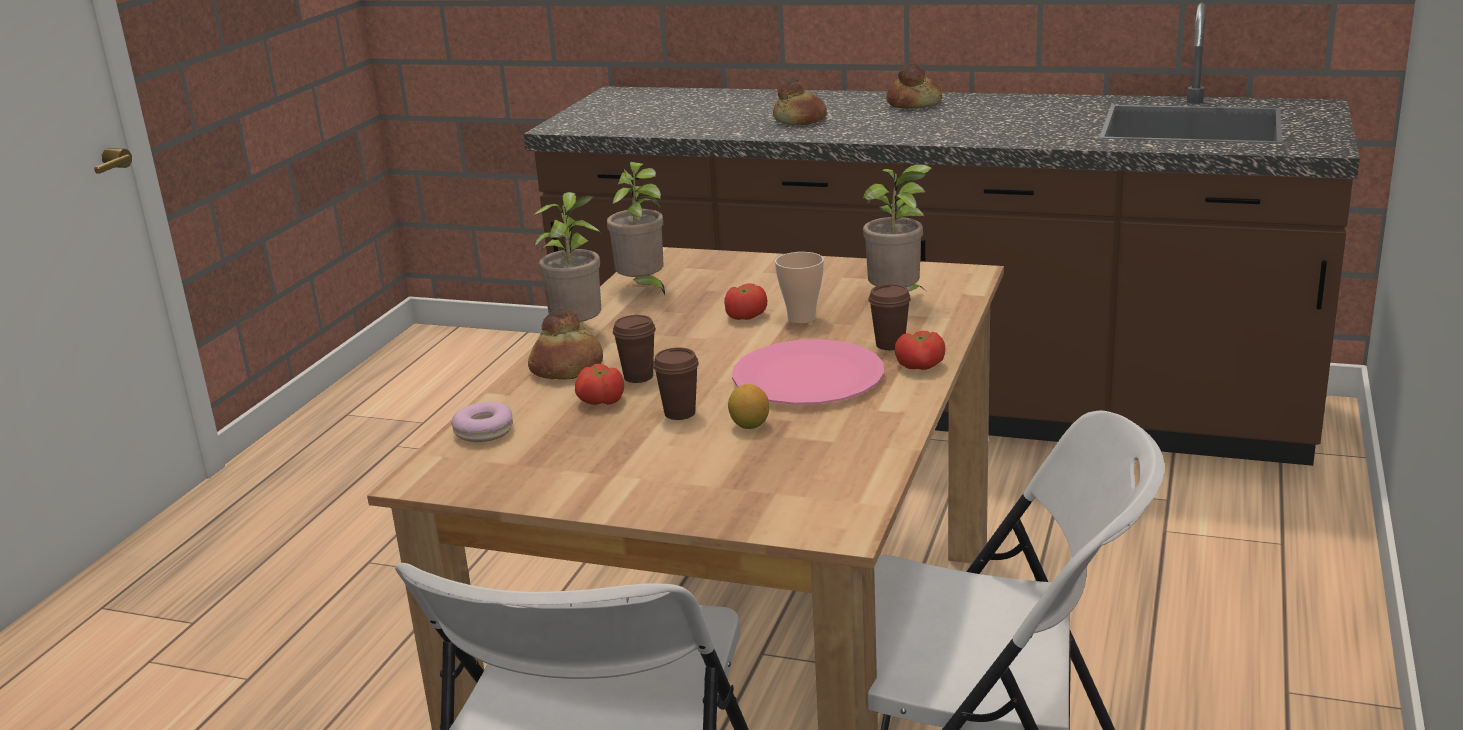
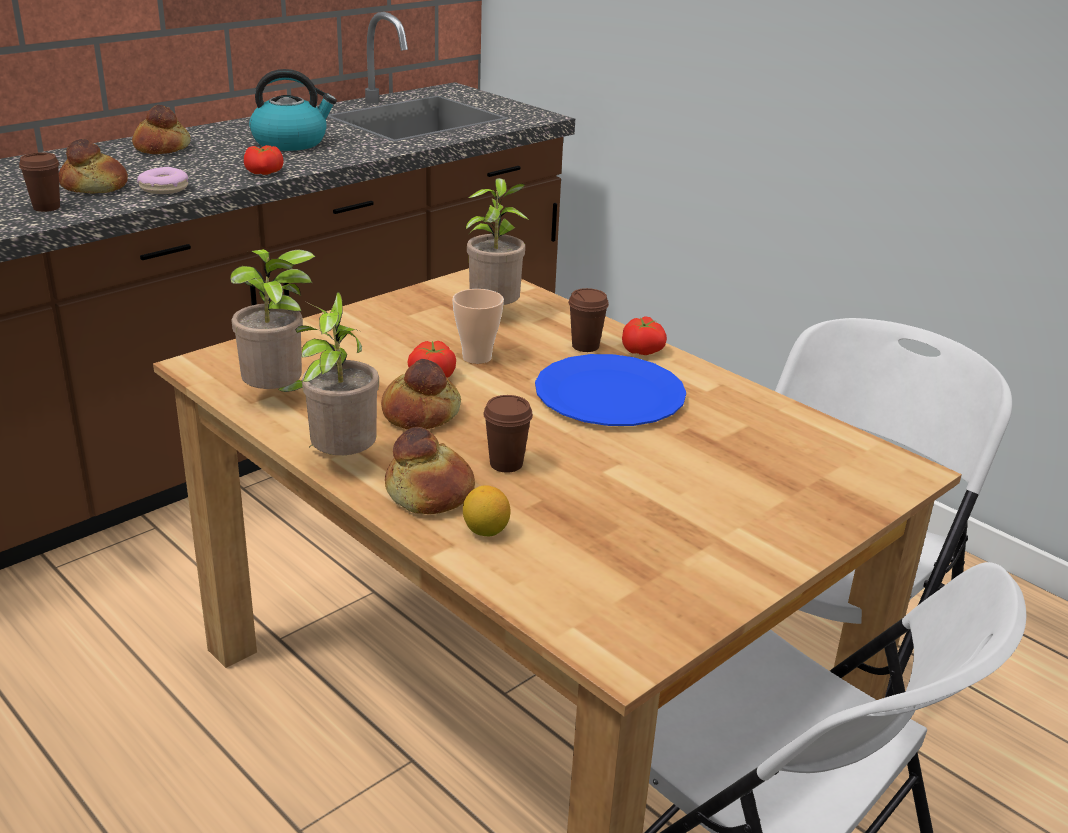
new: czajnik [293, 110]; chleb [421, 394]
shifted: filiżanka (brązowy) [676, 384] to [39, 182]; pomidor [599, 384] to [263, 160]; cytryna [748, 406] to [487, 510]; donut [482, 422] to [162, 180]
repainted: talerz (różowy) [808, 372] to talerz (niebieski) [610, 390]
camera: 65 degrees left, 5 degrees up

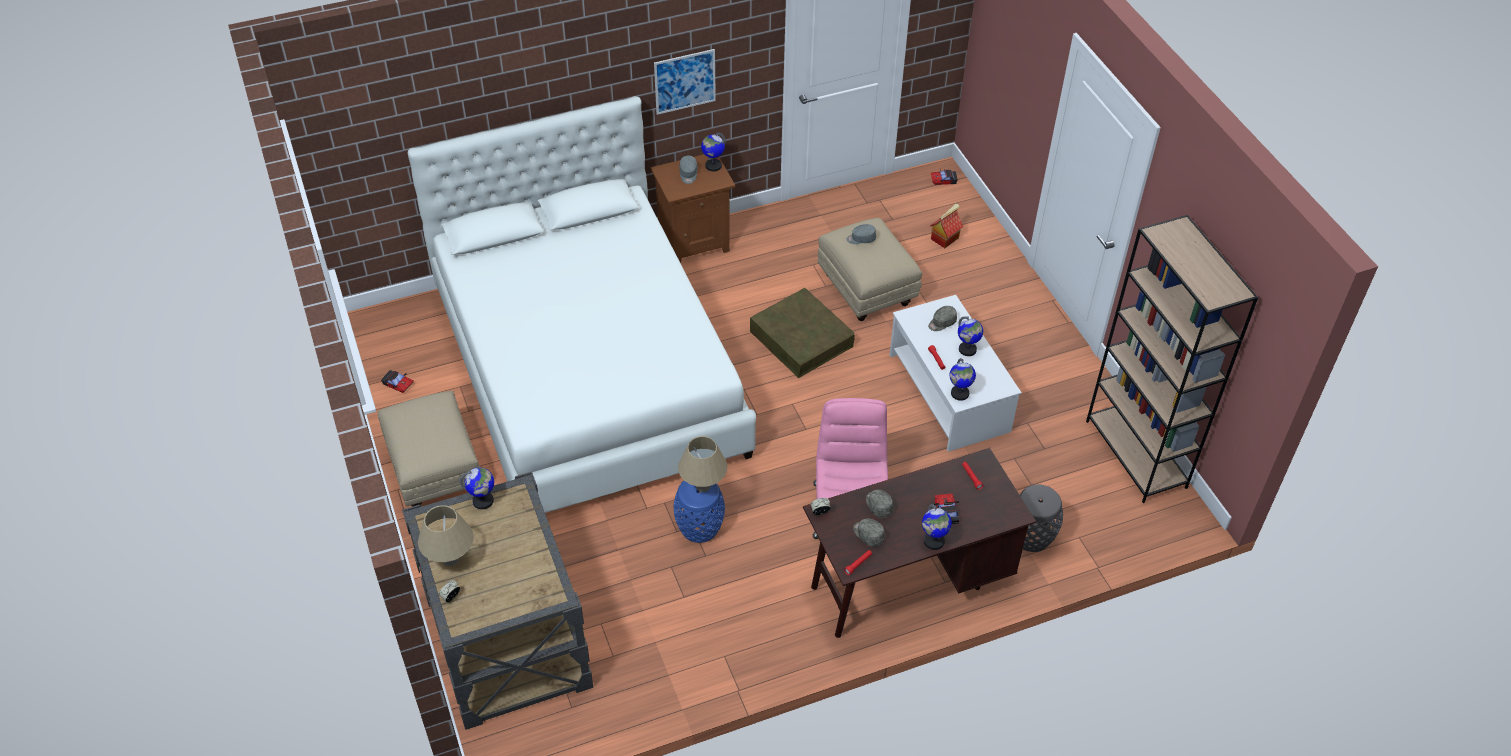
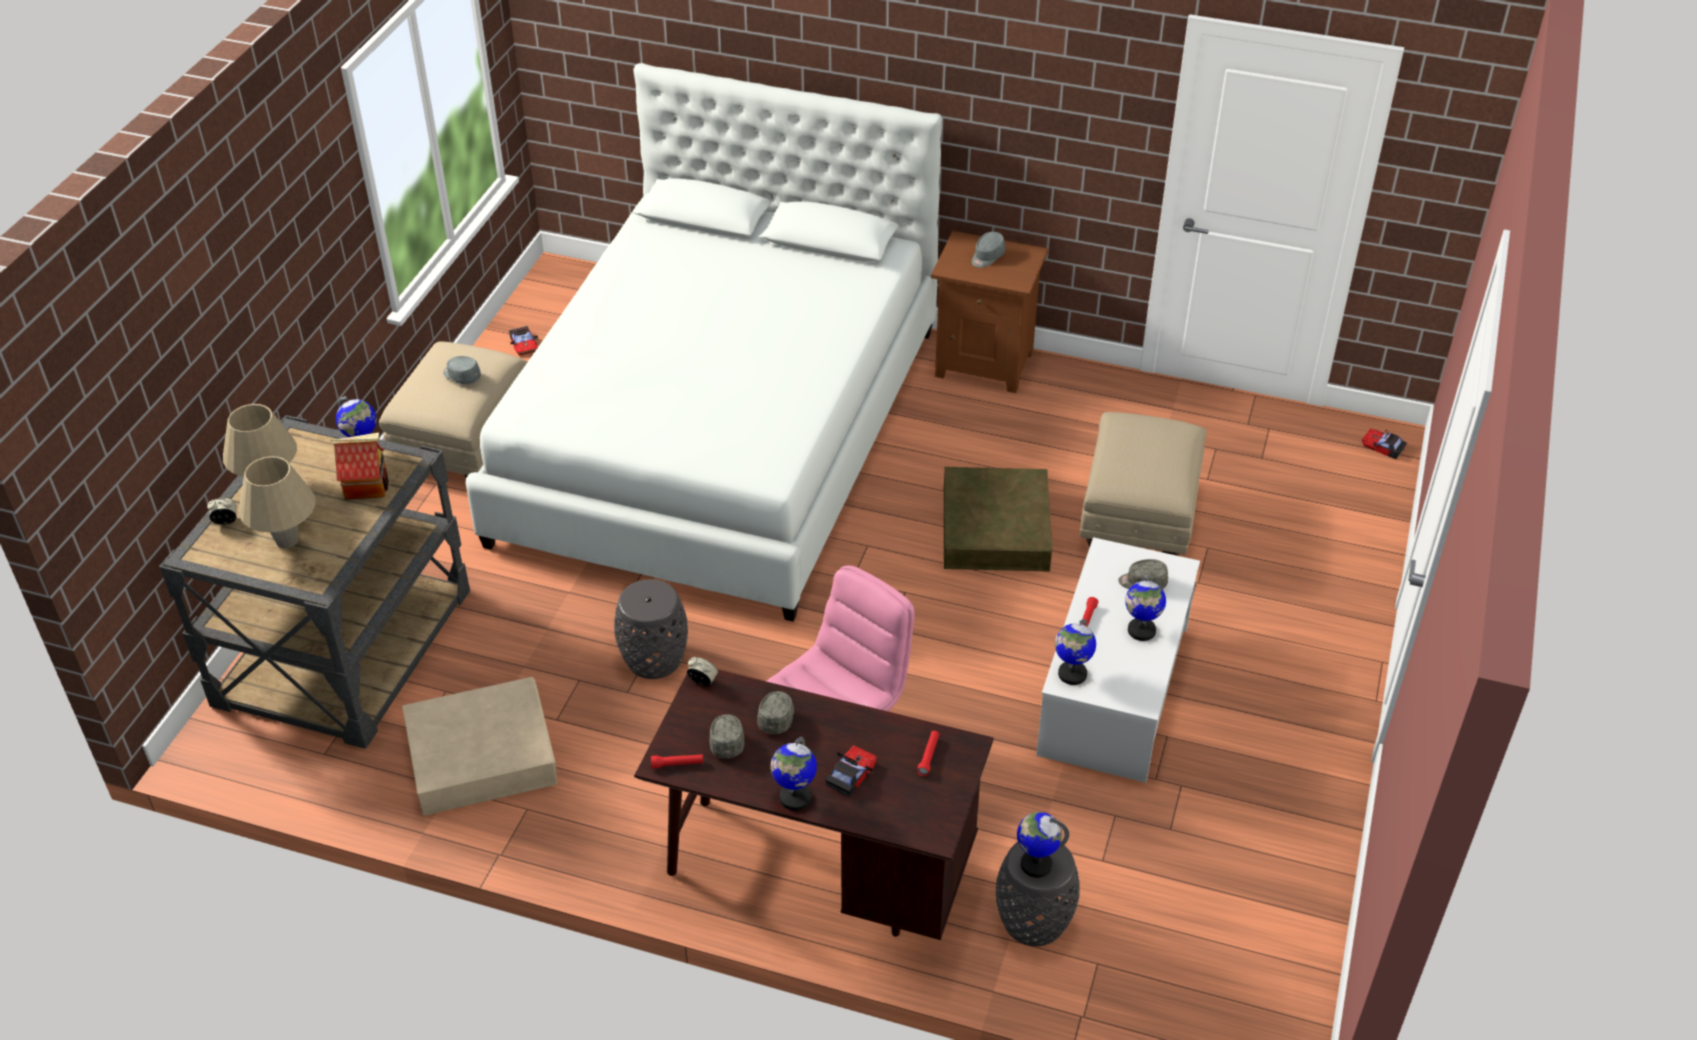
gone: obraz [685, 82]; regał (beżowy) [1172, 359]
new: pojemnik do przechowywania (beżowy) [479, 746]
shifted: globus [713, 152] to [1043, 845]; domek [946, 225] to [360, 466]; czapka z daszkiem (szary) [861, 234] to [462, 370]; lampa stołowa (beżowy) [702, 464] to [277, 502]
repainted: stołek (niebieski) [699, 512] to stołek (szary) [651, 629]
camera: 40 degrees right, 5 degrees down

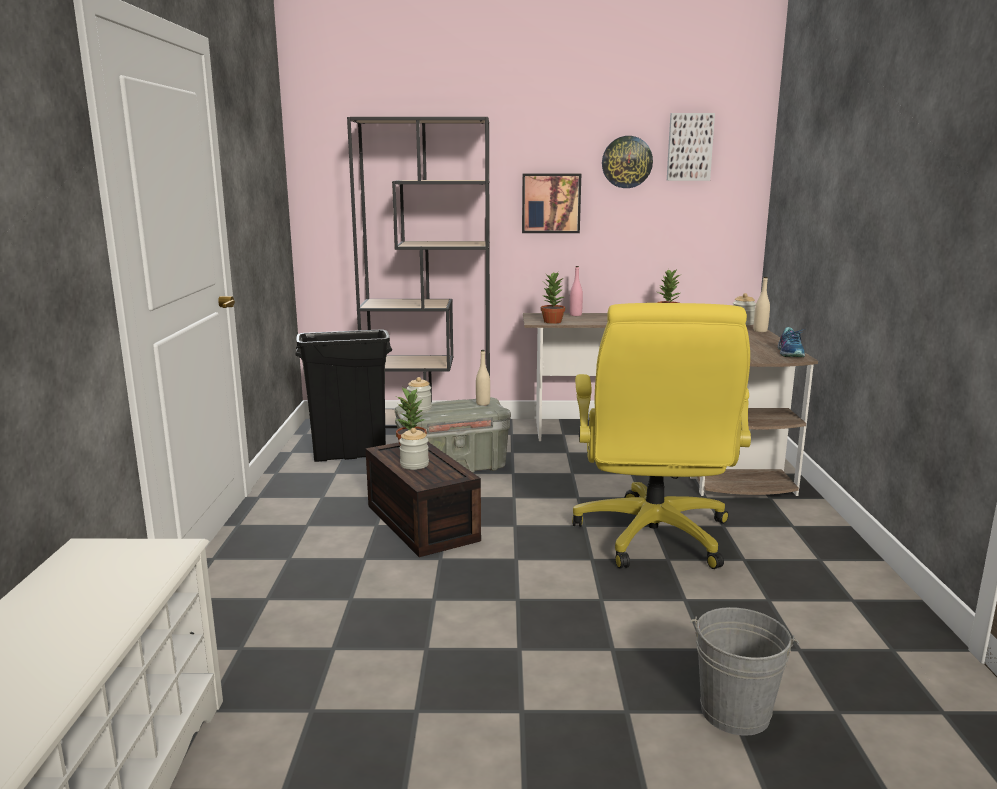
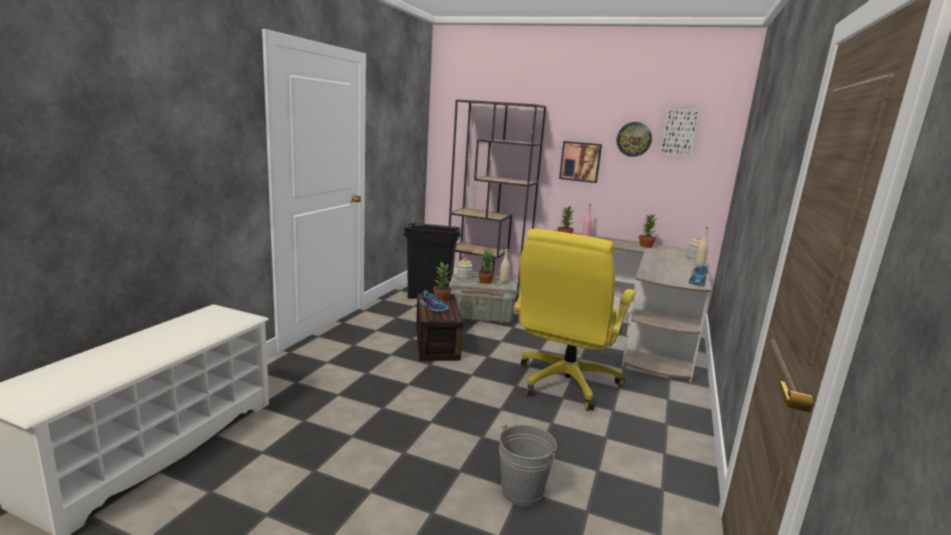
new: roślina doniczkowa [486, 266]
swapped: słoik [414, 449] to but [434, 301]
camera: 20 degrees right, 0 degrees up

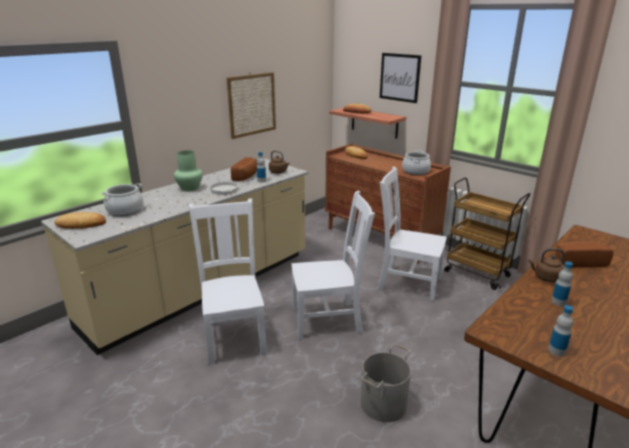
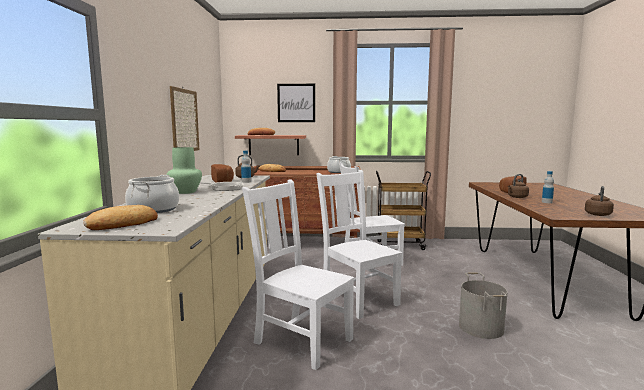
swapped: butelka [560, 330] to czajnik (brązowy) [599, 201]
rotated: krzesło (biały) [333, 264] = [359, 244] 75 degrees counterclockwise
camera: 40 degrees left, 15 degrees down

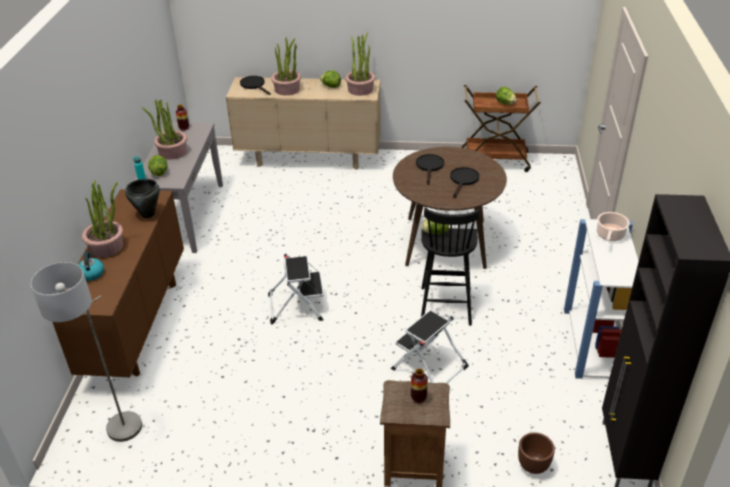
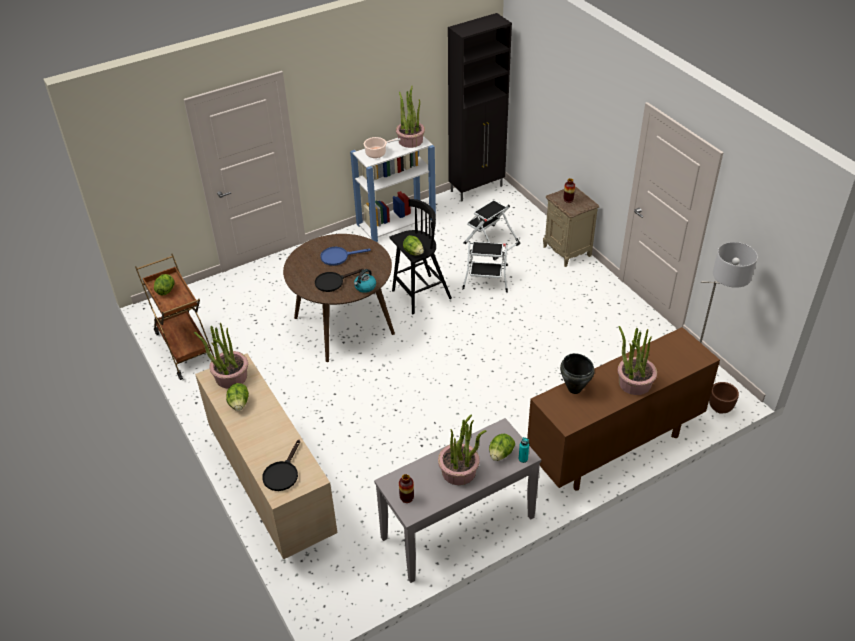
shifted: roślina doniczkowa [286, 66] to [410, 117]; czajnik [91, 266] to [365, 281]; drabinka [296, 289] to [492, 230]; donica (brązowy) [536, 453] to [724, 398]
repainted: patelnia (czarny) [464, 182] to patelnia (niebieski) [346, 256]
camera: 125 degrees left, 5 degrees up

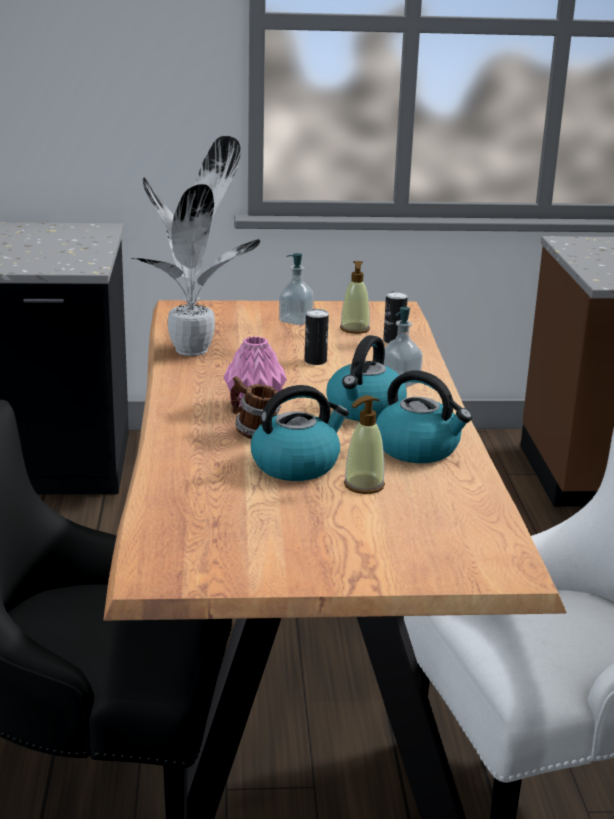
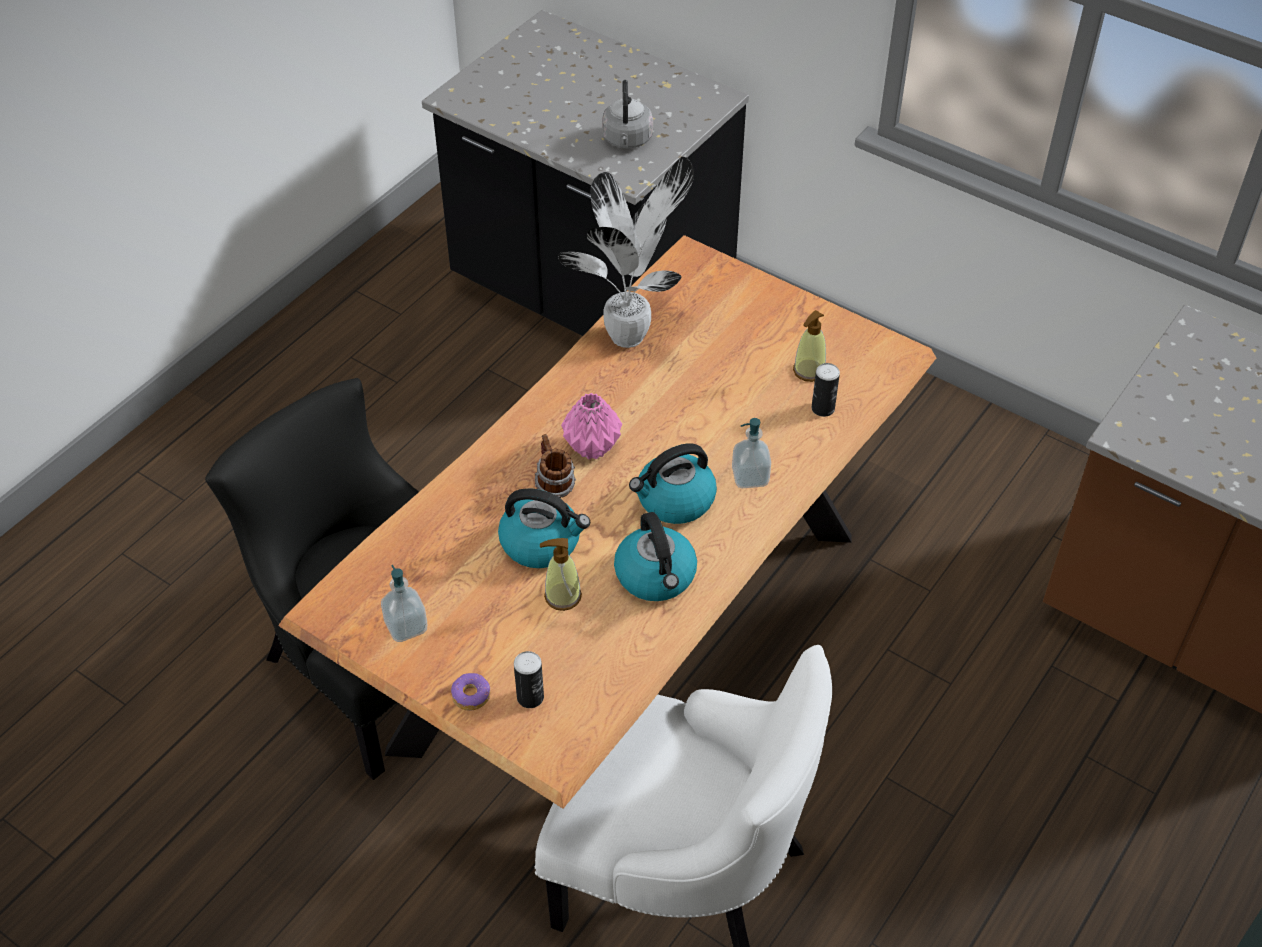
new: czajnik (szary) [627, 114]; donut [470, 692]
shifted: dozownik mydła [296, 289] to [404, 603]; puszka [316, 337] to [529, 679]
camera: 40 degrees right, 25 degrees up

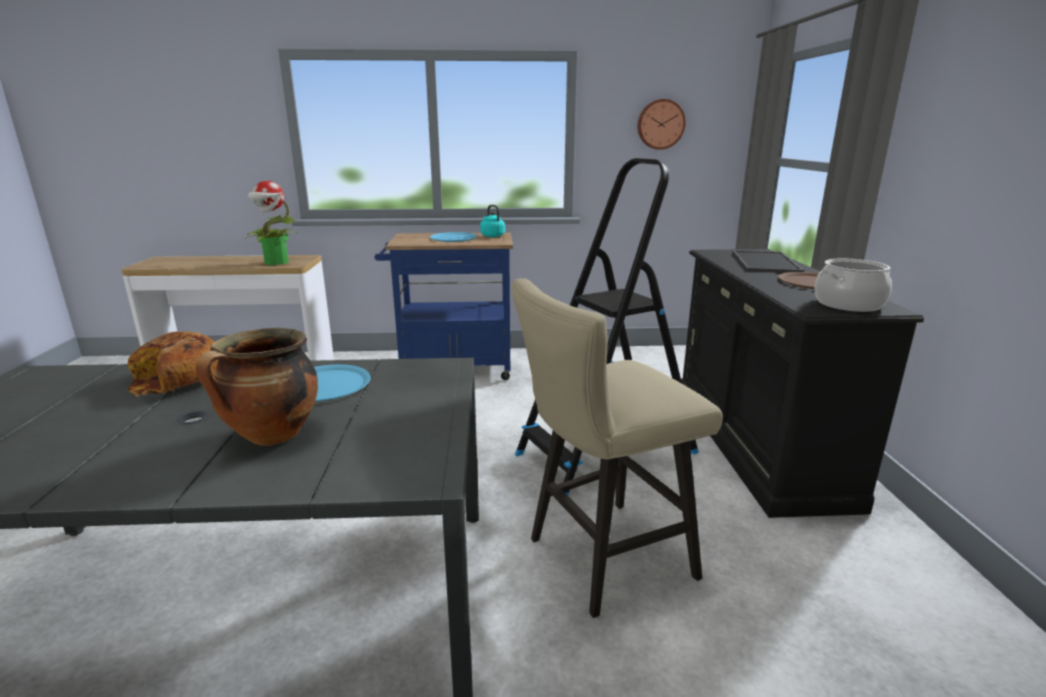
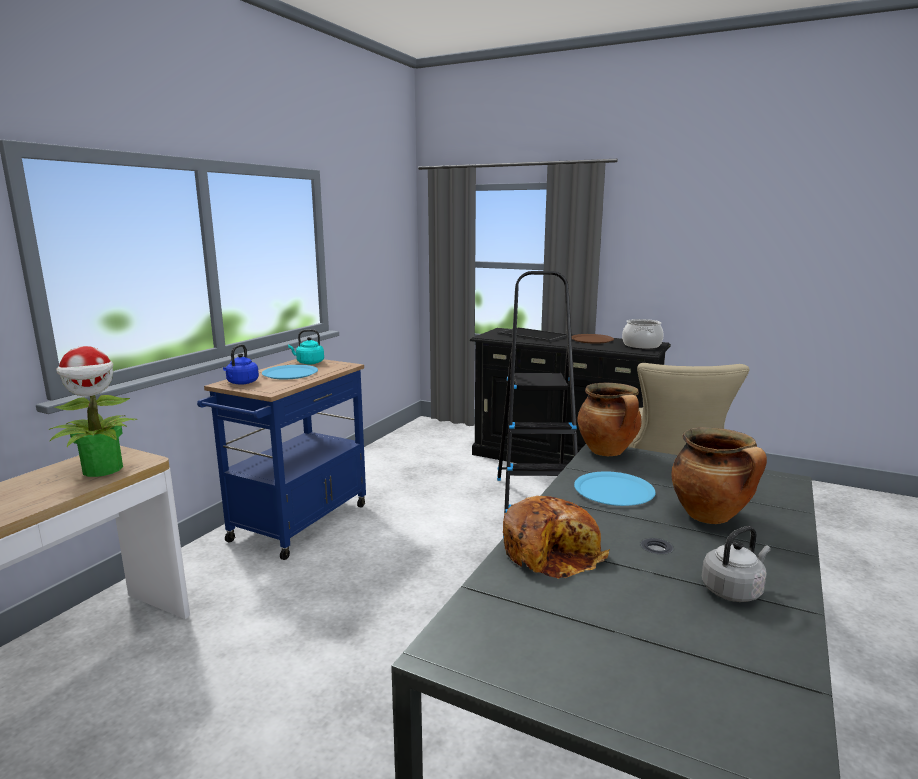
gone: zegar ścienny [661, 124]
new: czajnik (niebieski) [241, 364]; garnek [609, 419]; czajnik (szary) [736, 564]
camera: 60 degrees left, 5 degrees down

